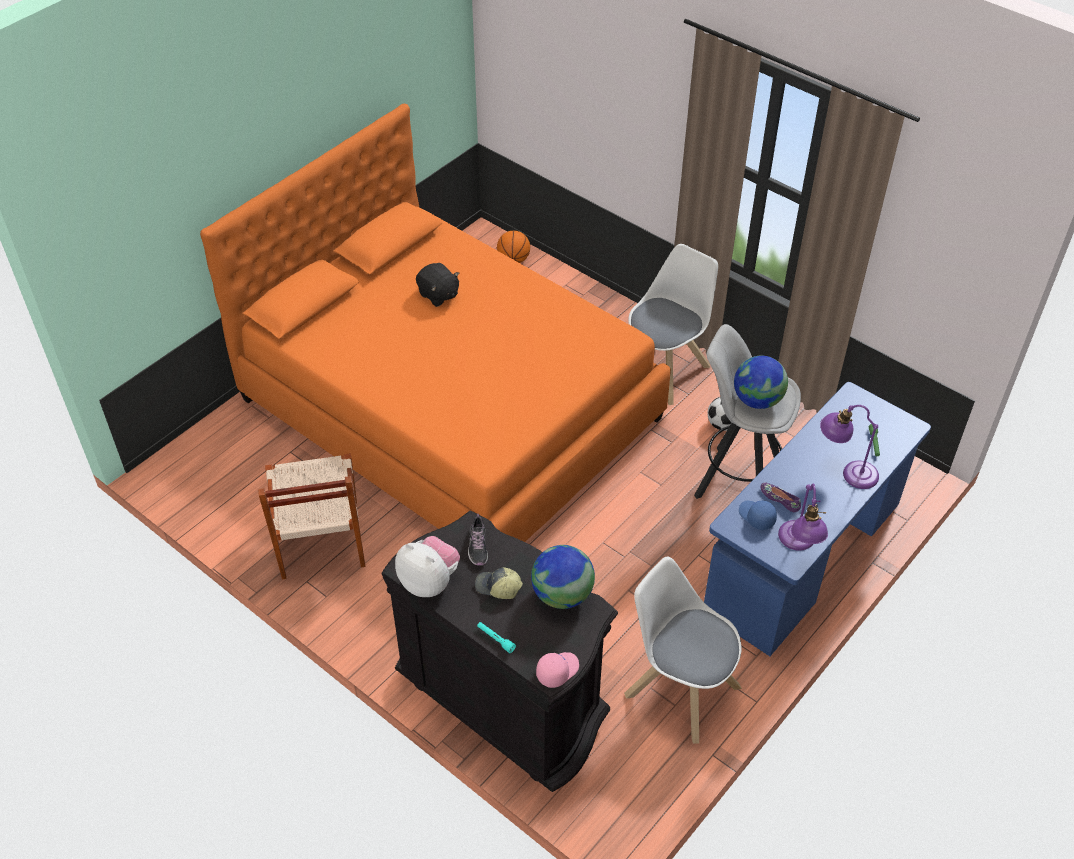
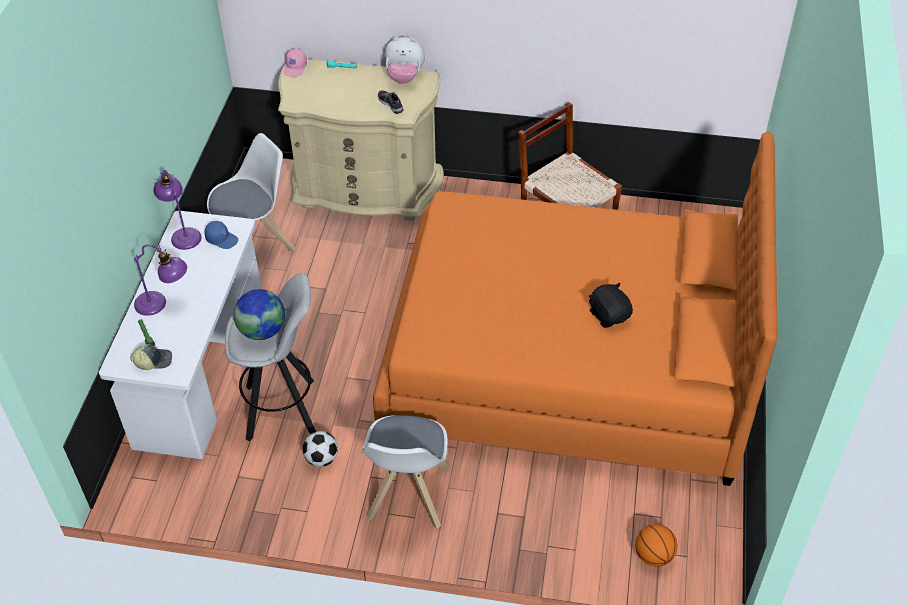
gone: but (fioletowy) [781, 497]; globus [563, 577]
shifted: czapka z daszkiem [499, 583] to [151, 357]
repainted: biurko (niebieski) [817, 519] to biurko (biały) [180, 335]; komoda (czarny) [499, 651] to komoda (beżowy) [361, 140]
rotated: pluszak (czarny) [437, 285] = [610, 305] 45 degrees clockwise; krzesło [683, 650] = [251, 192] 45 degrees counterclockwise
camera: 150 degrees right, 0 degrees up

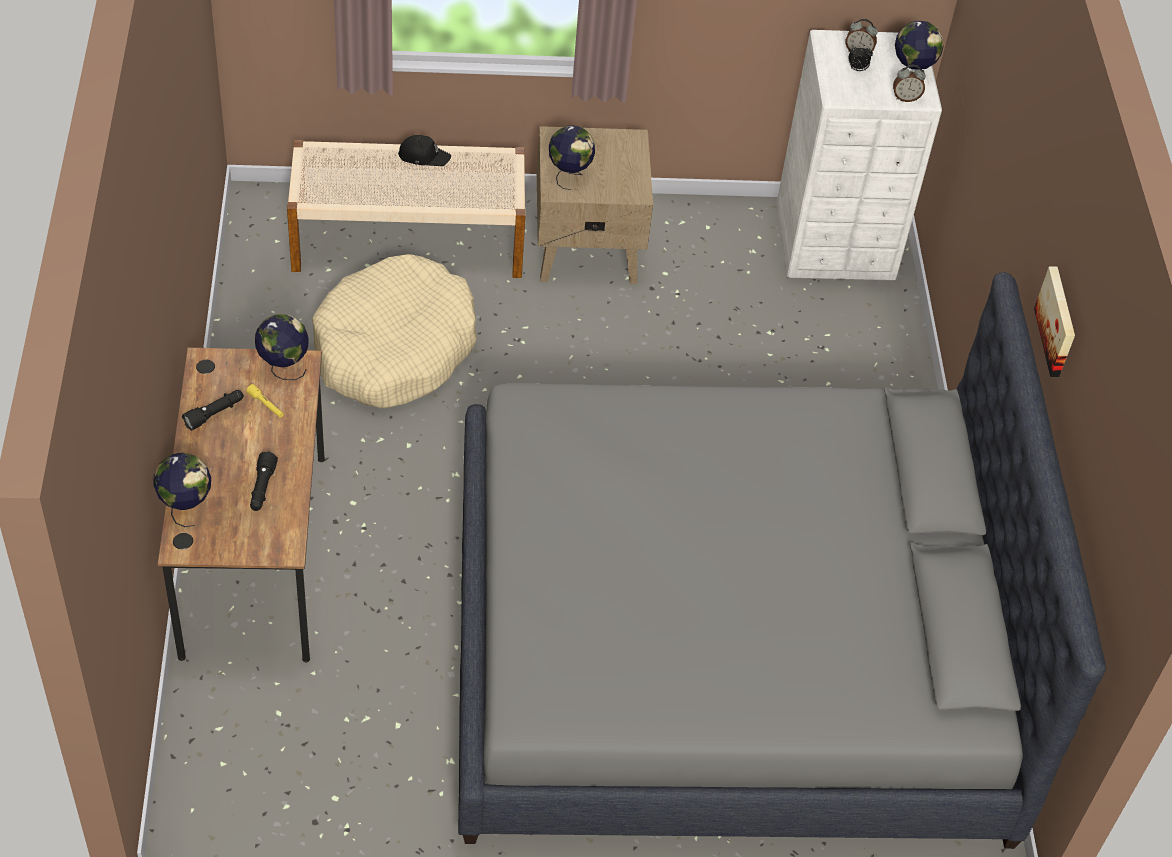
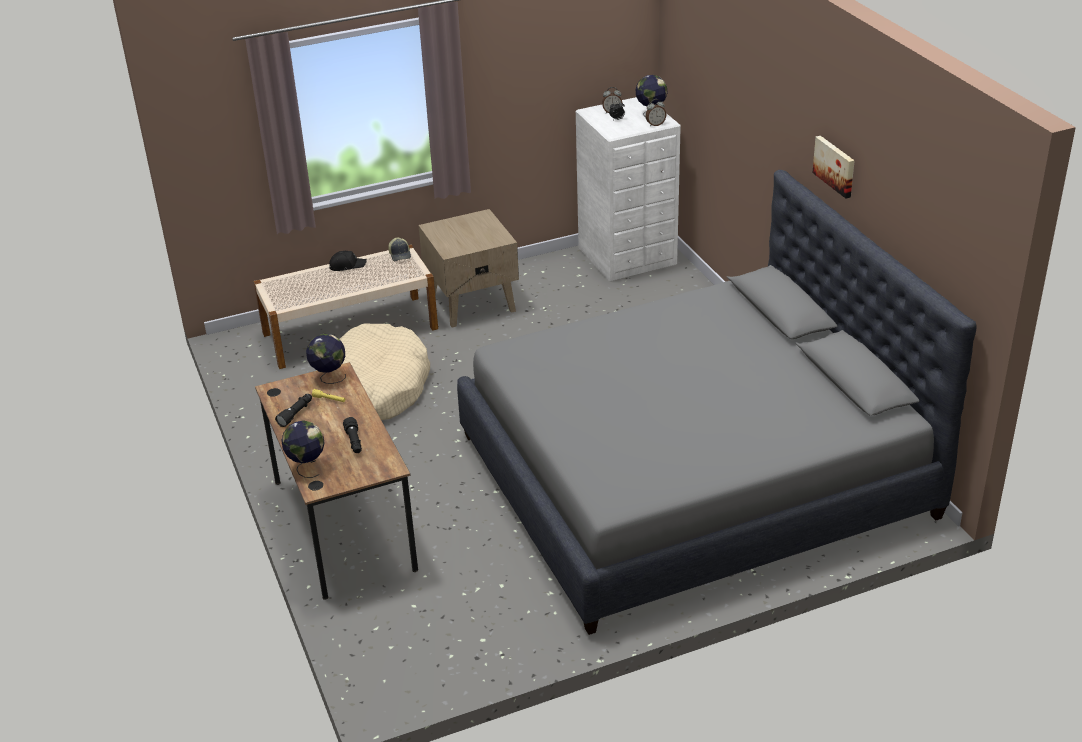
gone: globus [572, 157]
new: czapka z daszkiem [399, 249]
camera: 15 degrees left, 15 degrees down

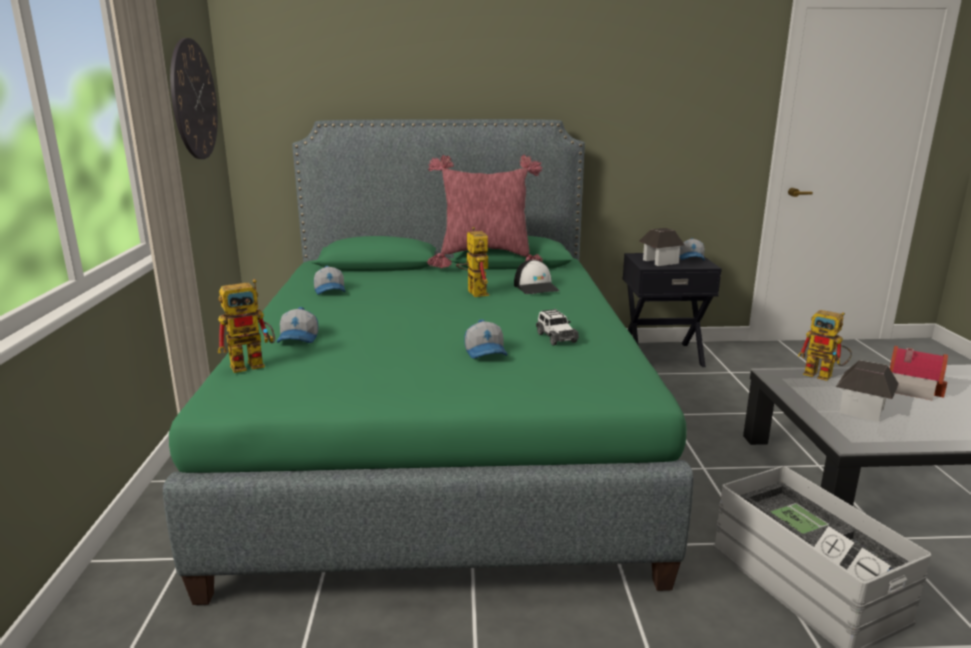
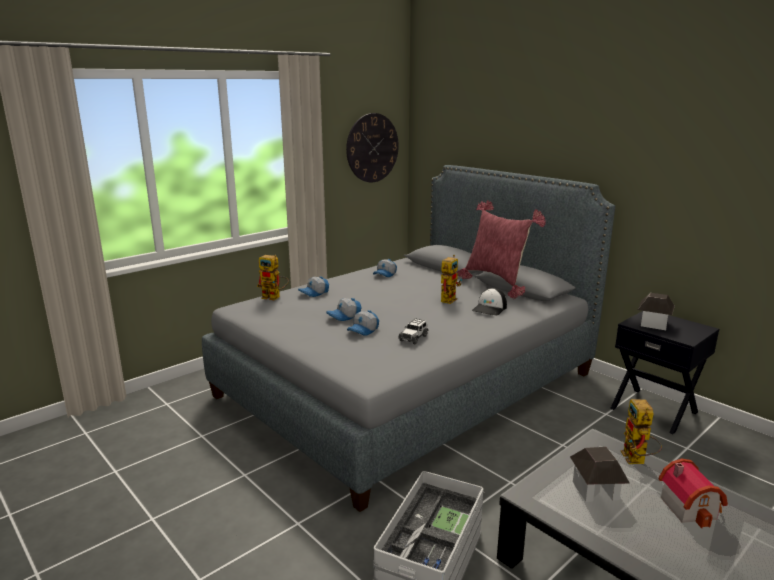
shifted: czapka z daszkiem [692, 249] to [343, 309]
repainted: łóżko (zielony) [428, 362] to łóżko (szary) [408, 338]
camera: 50 degrees right, 0 degrees up

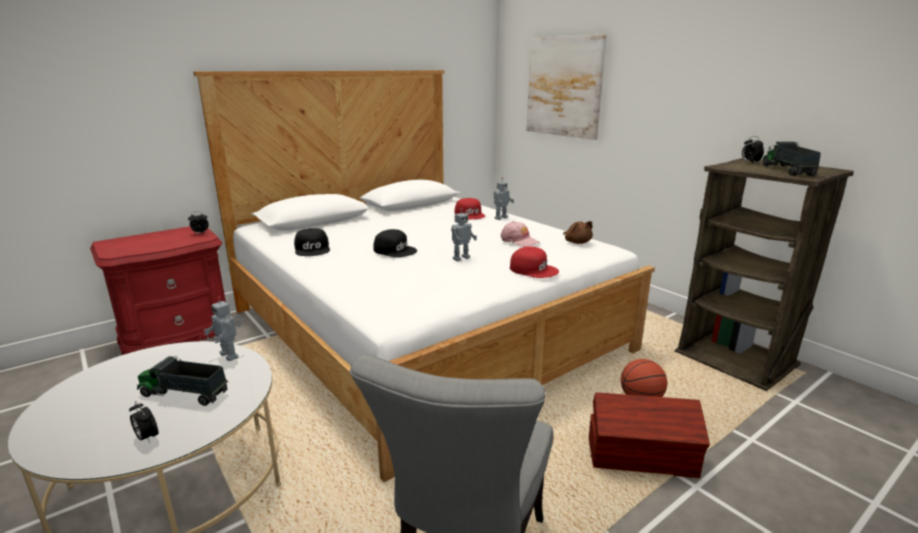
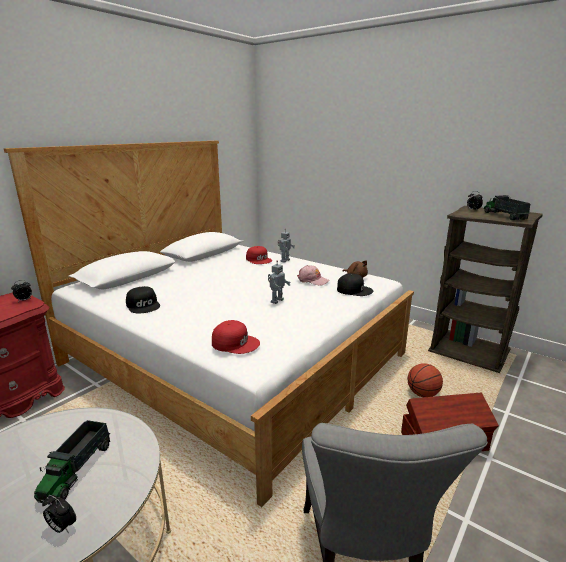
gone: obraz [566, 87]; robot zabawkowy [223, 329]
shifted: czapka z daszkiem (czarny) [395, 243] to [355, 284]; czapka z daszkiem (czerwony) [534, 262] to [236, 337]
rotated: ciężarówka zabawkowa [182, 381] = [72, 462] 75 degrees counterclockwise
camera: 15 degrees left, 0 degrees up

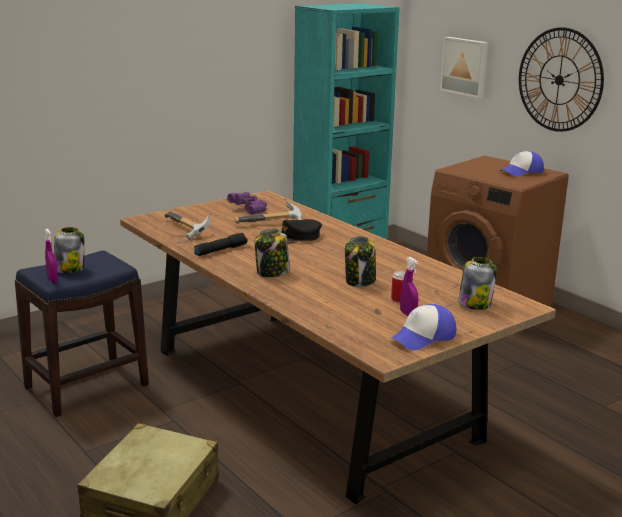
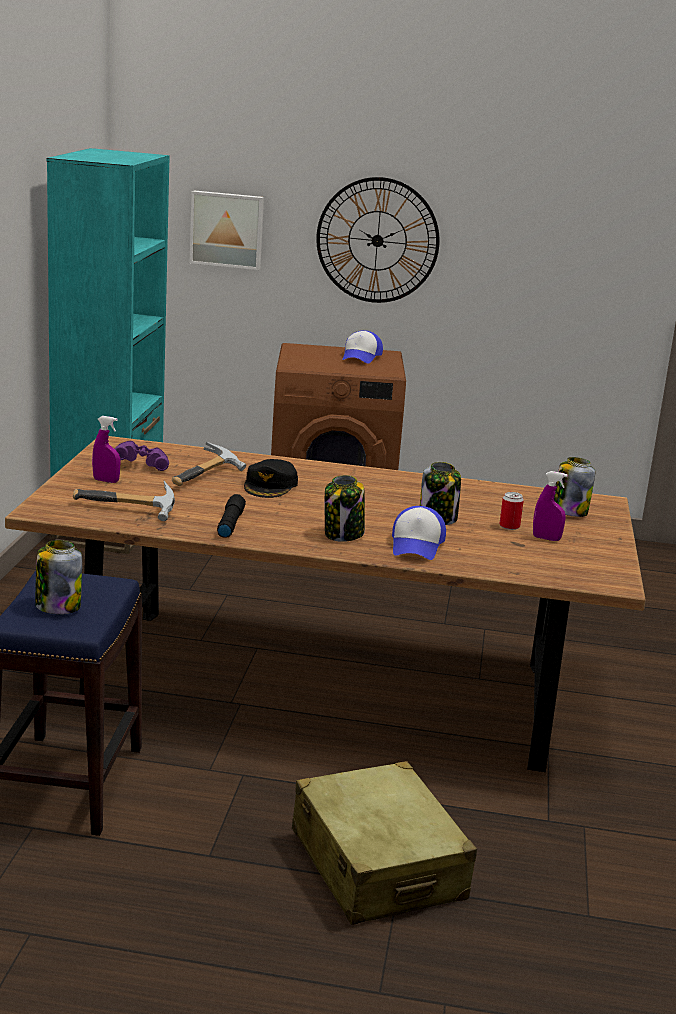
shifted: spryskiwacz (fioletowy) [51, 256] to [106, 449]; czapka z daszkiem [423, 327] to [419, 533]
camera: 45 degrees left, 0 degrees up

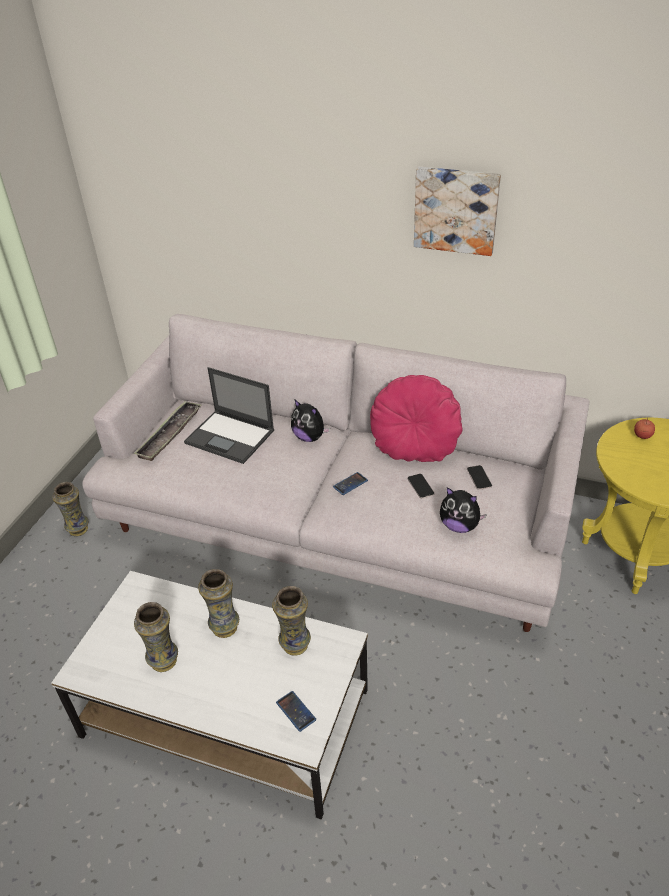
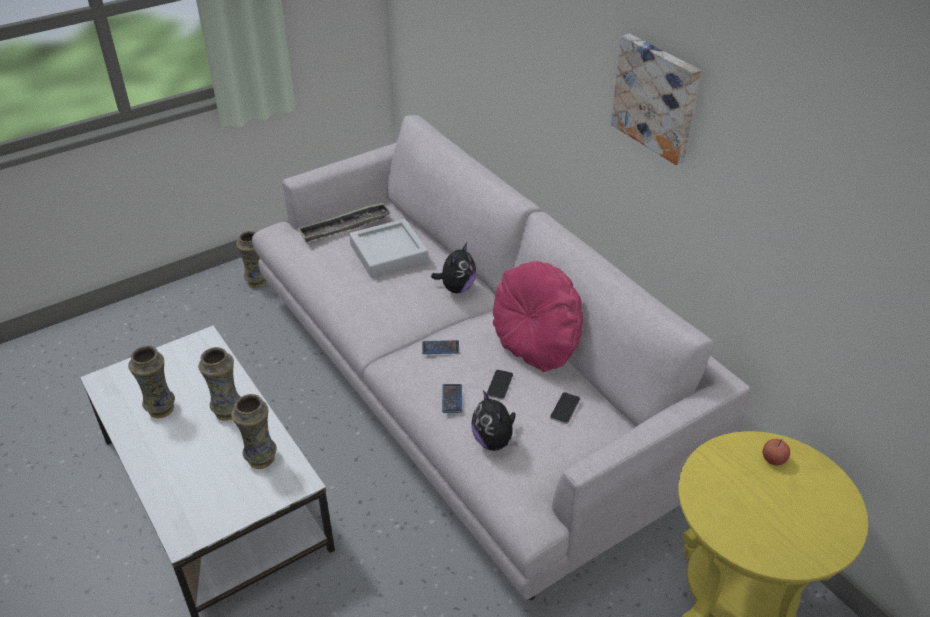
shifted: telefon [296, 711] to [452, 398]
swapped: laptop [229, 415] to taca (szary) [389, 248]
rotated: pluszak [310, 421] = [453, 268] 135 degrees counterclockwise
camera: 35 degrees right, 0 degrees up

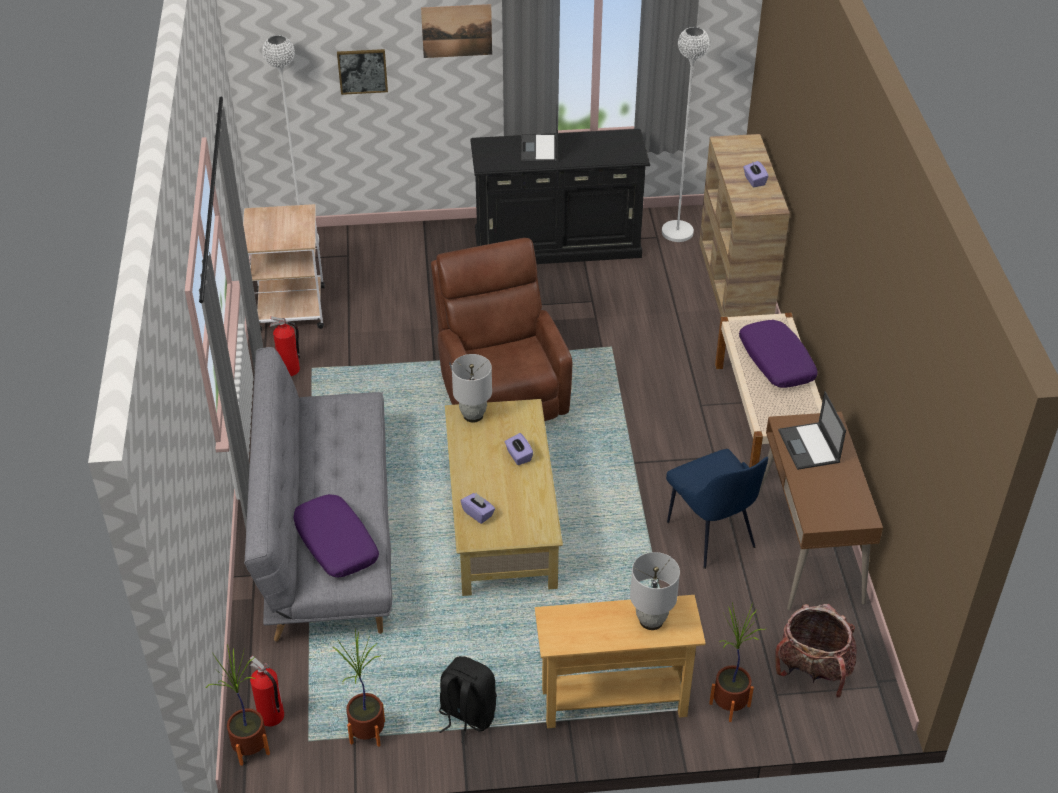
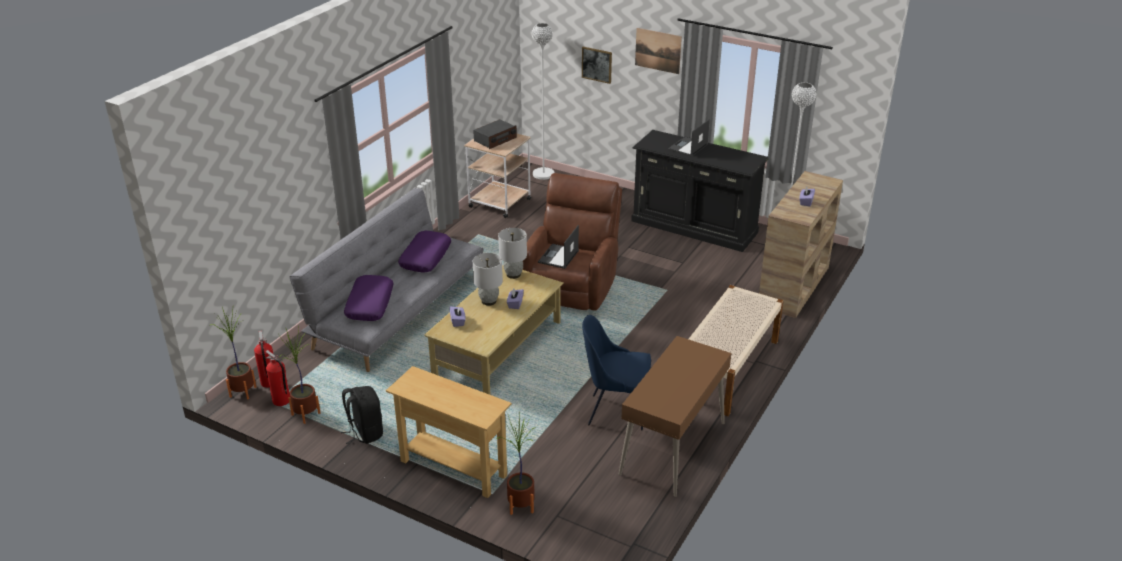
gone: plecak [816, 651]
new: radio [495, 134]
shifted: gaśnica [285, 346] to [277, 378]; poduszka (fioletowy) [778, 354] to [424, 252]; laptop [812, 430] to [558, 247]; lampa stołowa (biały) [655, 591] to [488, 279]
rotated: krzesło (niebieski) [717, 509] = [616, 372] 90 degrees clockwise
camera: 35 degrees right, 10 degrees down

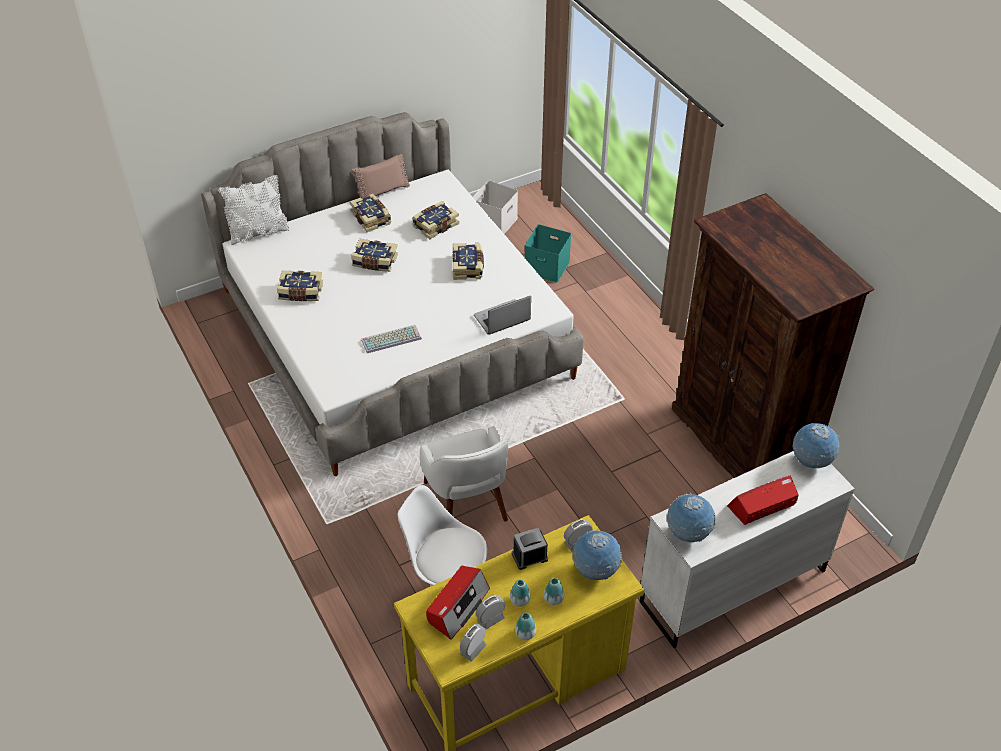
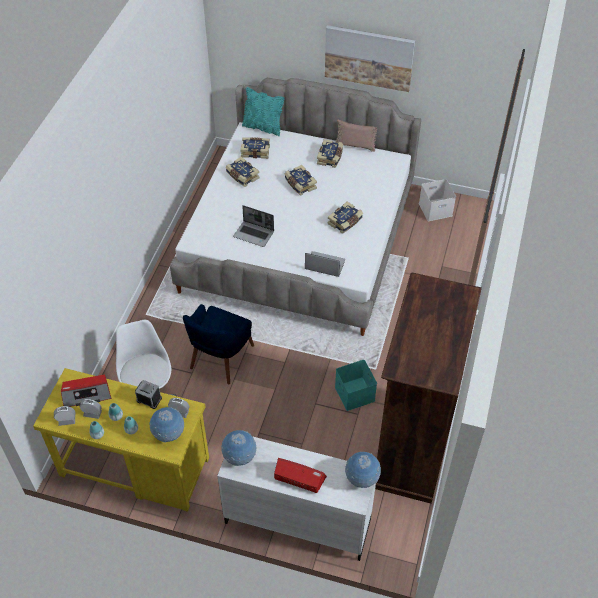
new: obraz [370, 58]
shifted: książka [435, 220] to [255, 148]; pojemnik do przechowywania (turkusowy) [548, 253] to [356, 385]
swapped: klawiatura [391, 339] to laptop [253, 226]
repainted: poduszka (biały) [254, 210] to poduszka (turkusowy) [263, 111]; fotel (biały) [464, 474] to fotel (niebieski) [218, 344]
camera: 45 degrees right, 5 degrees up

